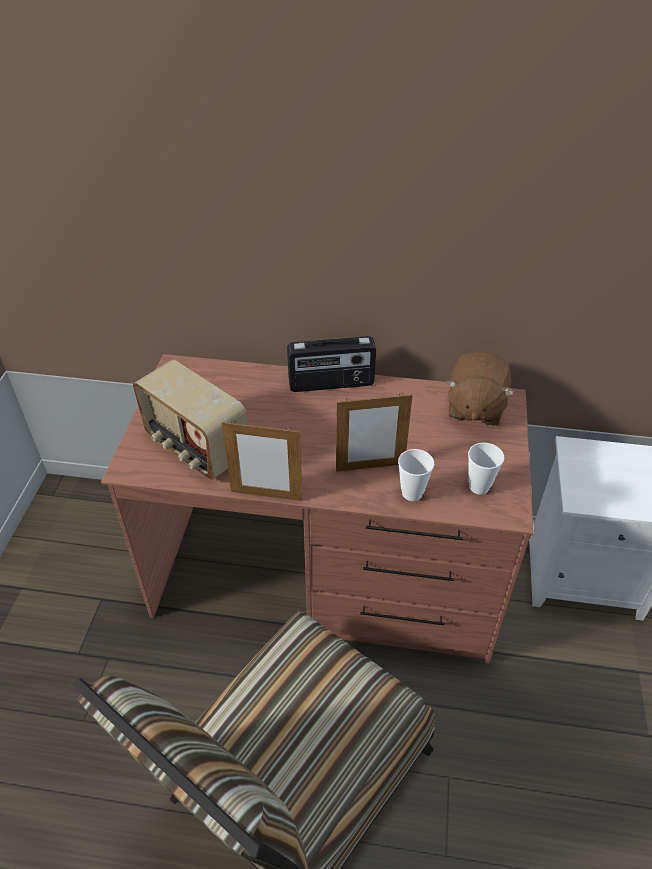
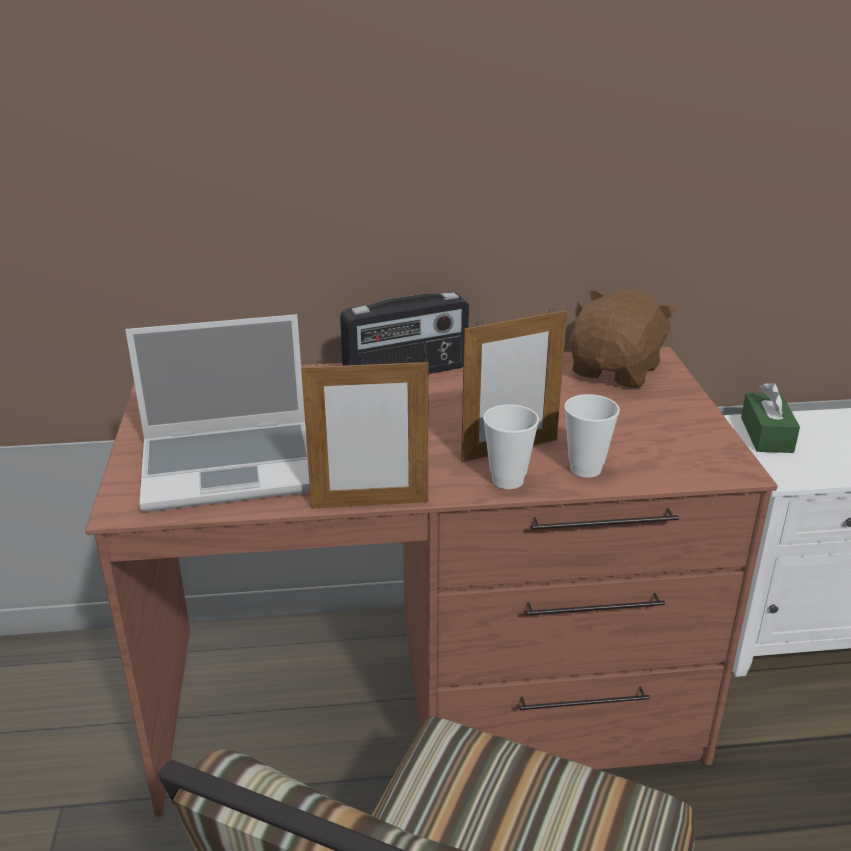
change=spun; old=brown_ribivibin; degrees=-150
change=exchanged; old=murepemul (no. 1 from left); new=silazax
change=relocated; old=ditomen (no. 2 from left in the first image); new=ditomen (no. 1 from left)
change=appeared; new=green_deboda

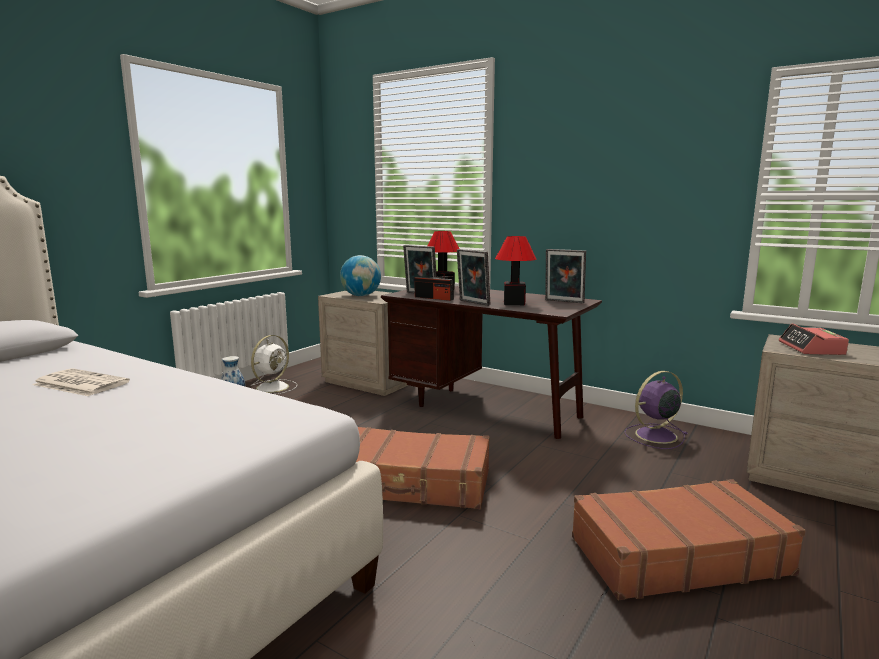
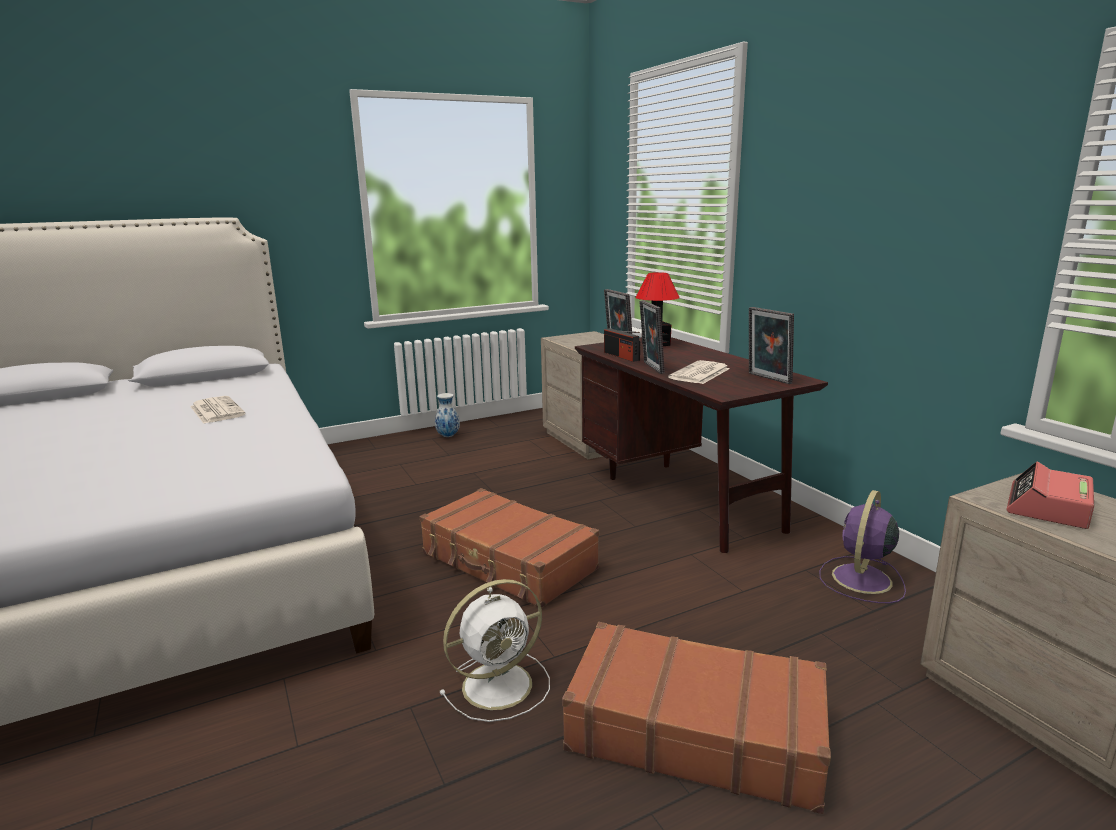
change=exchanged; old=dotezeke (no. 2 from left); new=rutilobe (no. 2 from left)
change=missing; old=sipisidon
change=relocated; old=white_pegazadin
change=spun; old=purple_pegazadin; degrees=-60

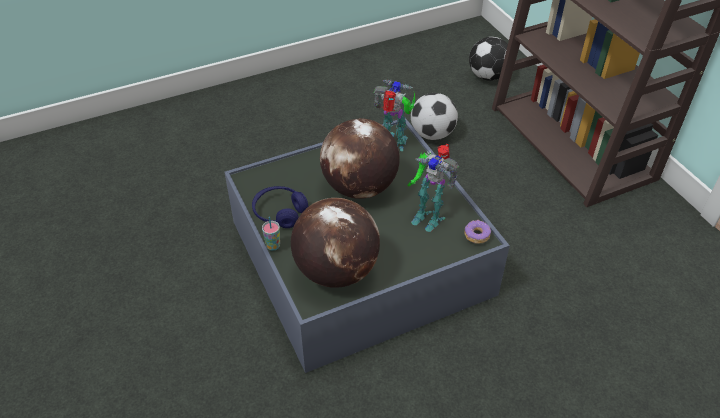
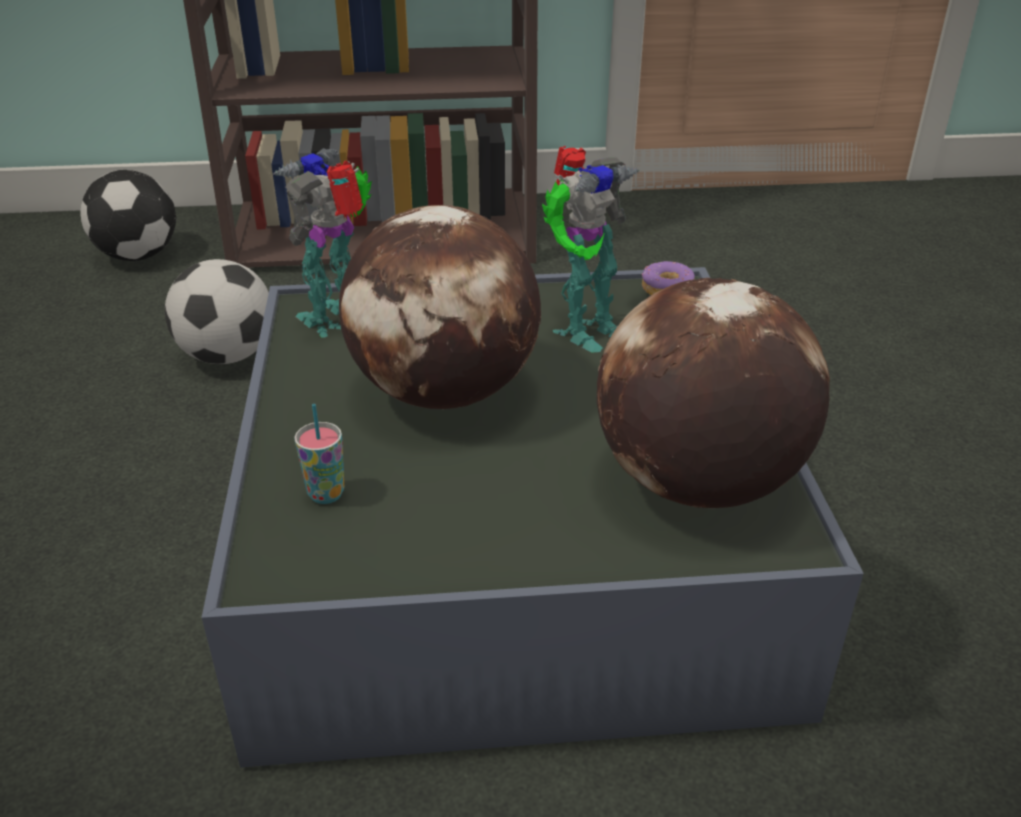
change=missing; old=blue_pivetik
change=relocated; old=ditomen

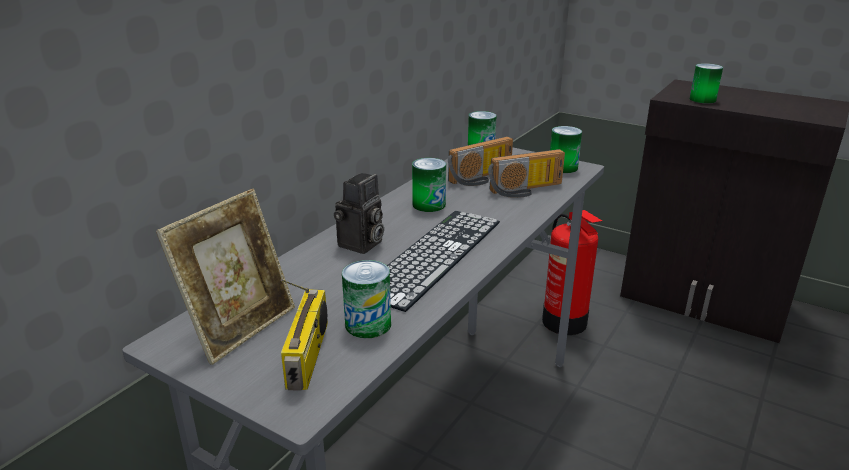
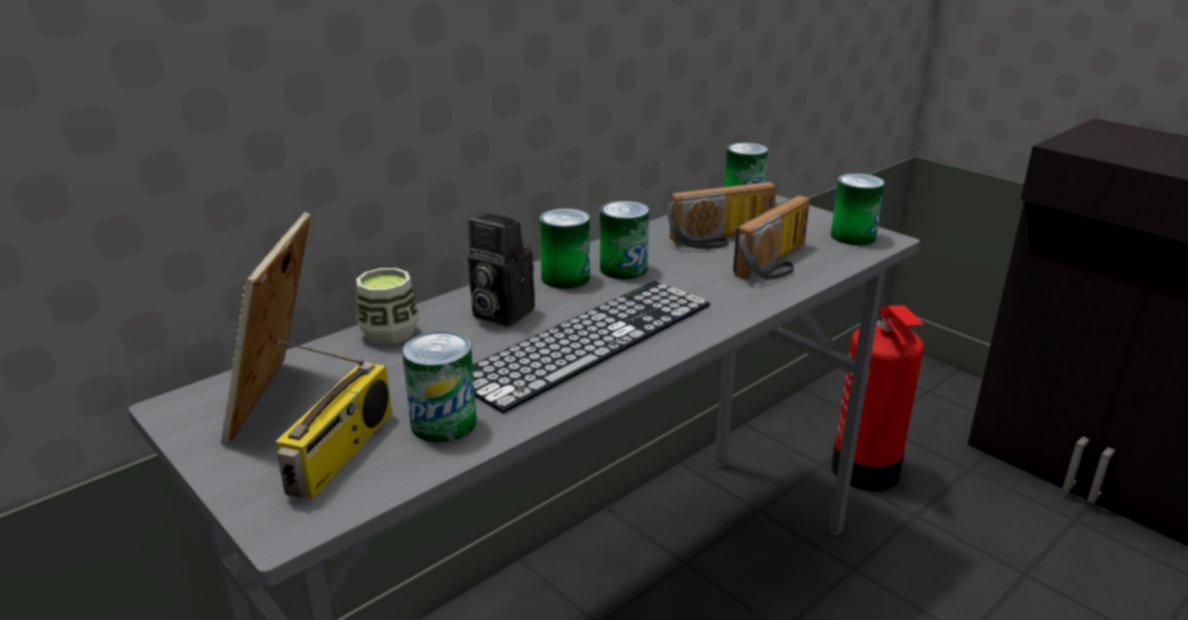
change=relocated; old=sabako (no. 5 from left in the first image); new=sabako (no. 2 from left)
change=spun; old=murepemul (no. 3 from left); degrees=-45
change=spun; old=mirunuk; degrees=75
change=spun; old=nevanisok; degrees=135
change=appeared; new=ditomen

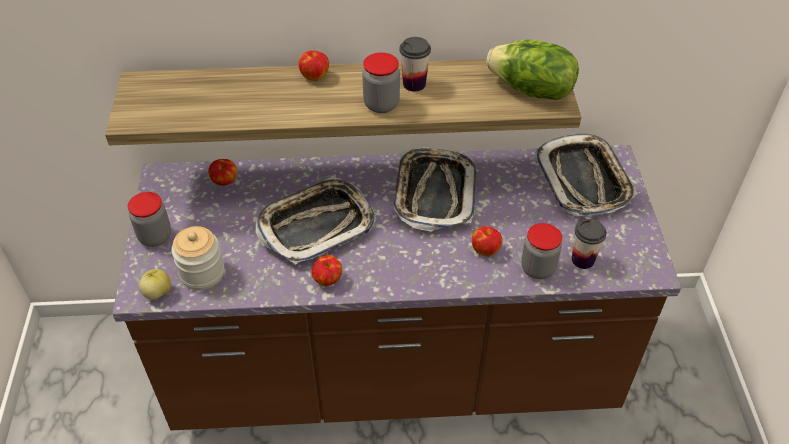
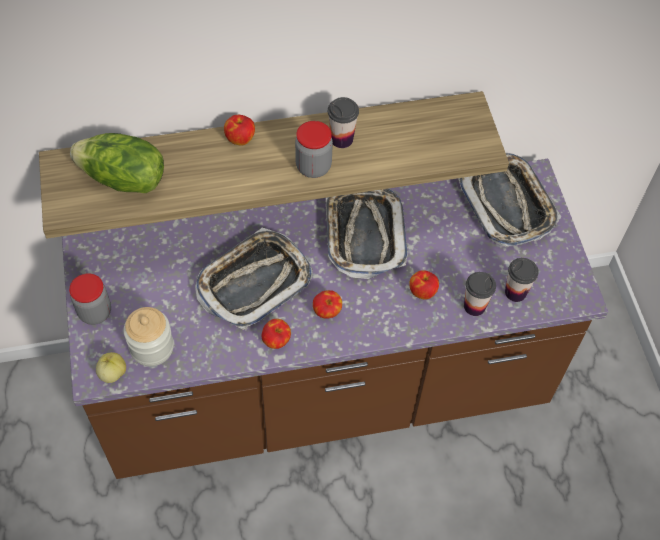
change=relocated; old=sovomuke
change=relocated; old=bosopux (no. 2 from left in the first image); new=bosopux (no. 4 from left)
change=exchanged; old=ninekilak (no. 4 from left); new=ditomen (no. 2 from left)

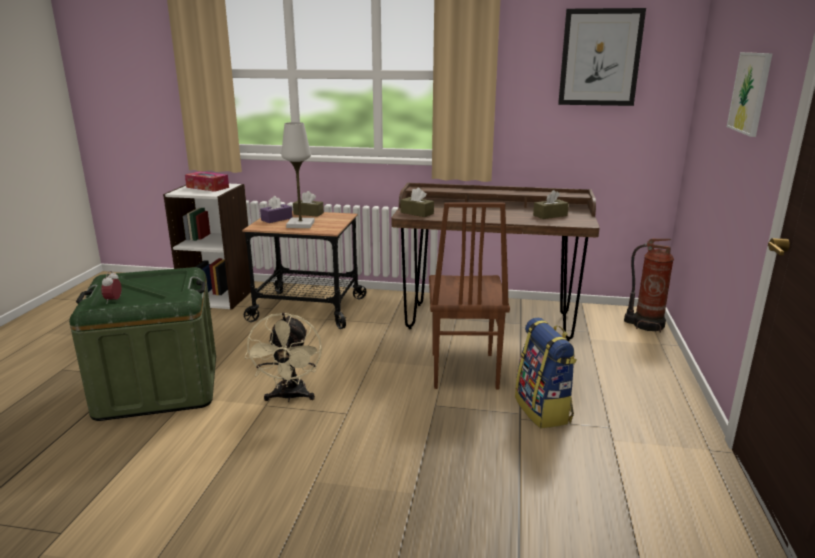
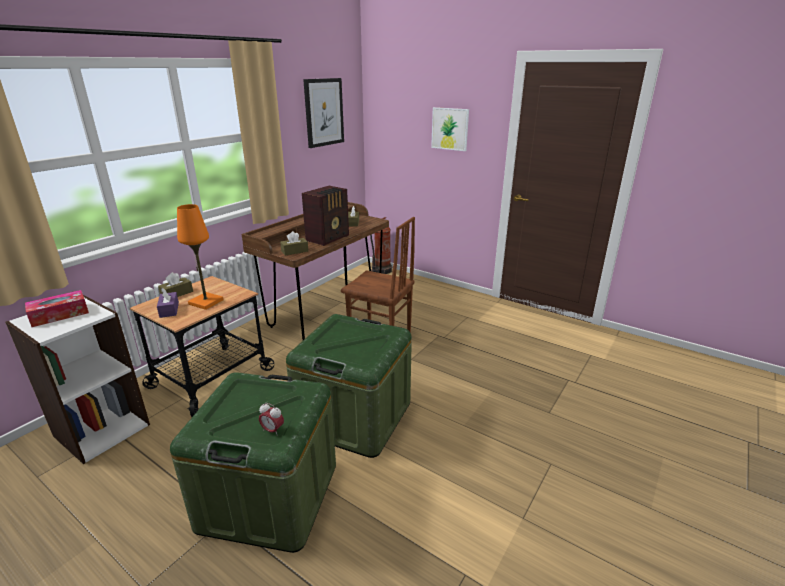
change=colour; old=white_dotezeke; new=orange_dotezeke
change=exchanged; old=beige_pegazadin; new=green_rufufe (no. 2 from left)
change=missing; old=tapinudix
change=appeared; new=murepemul

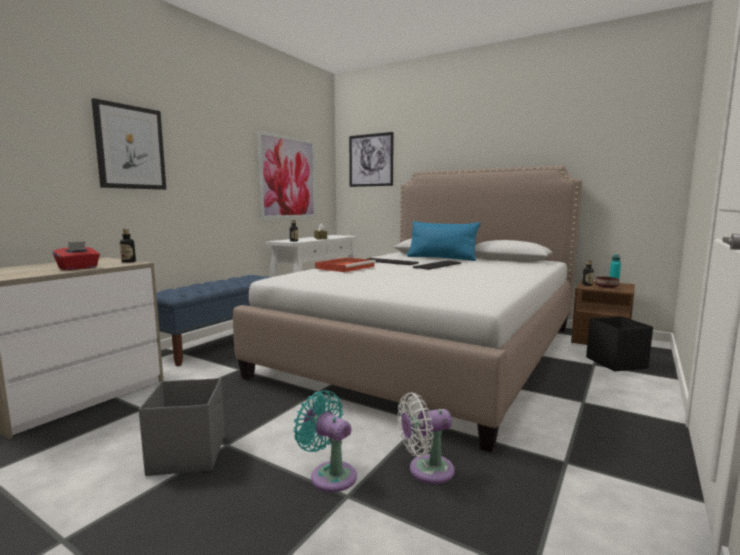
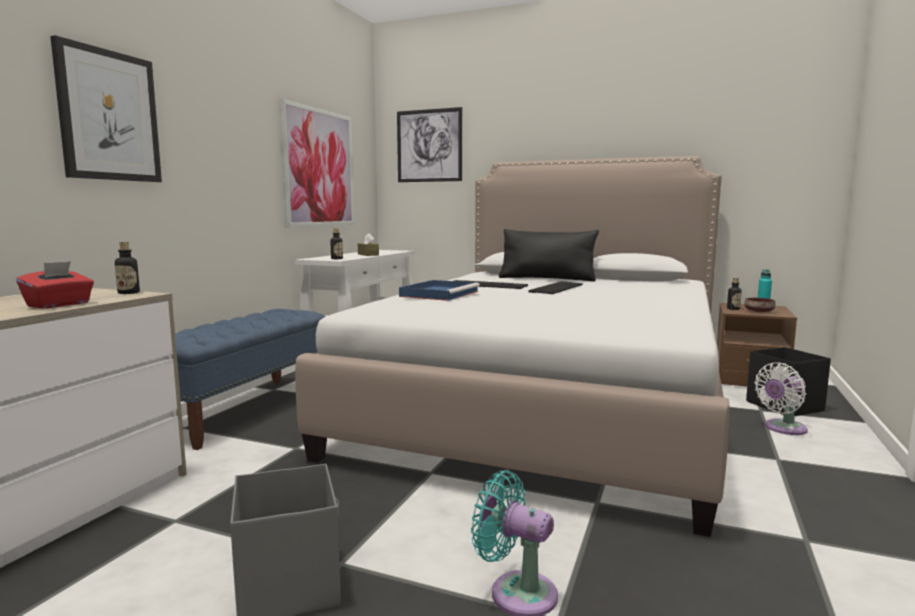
change=colour; old=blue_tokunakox; new=black_tokunakox
change=colour; old=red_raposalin; new=blue_raposalin
change=relocated; old=white_pegazadin

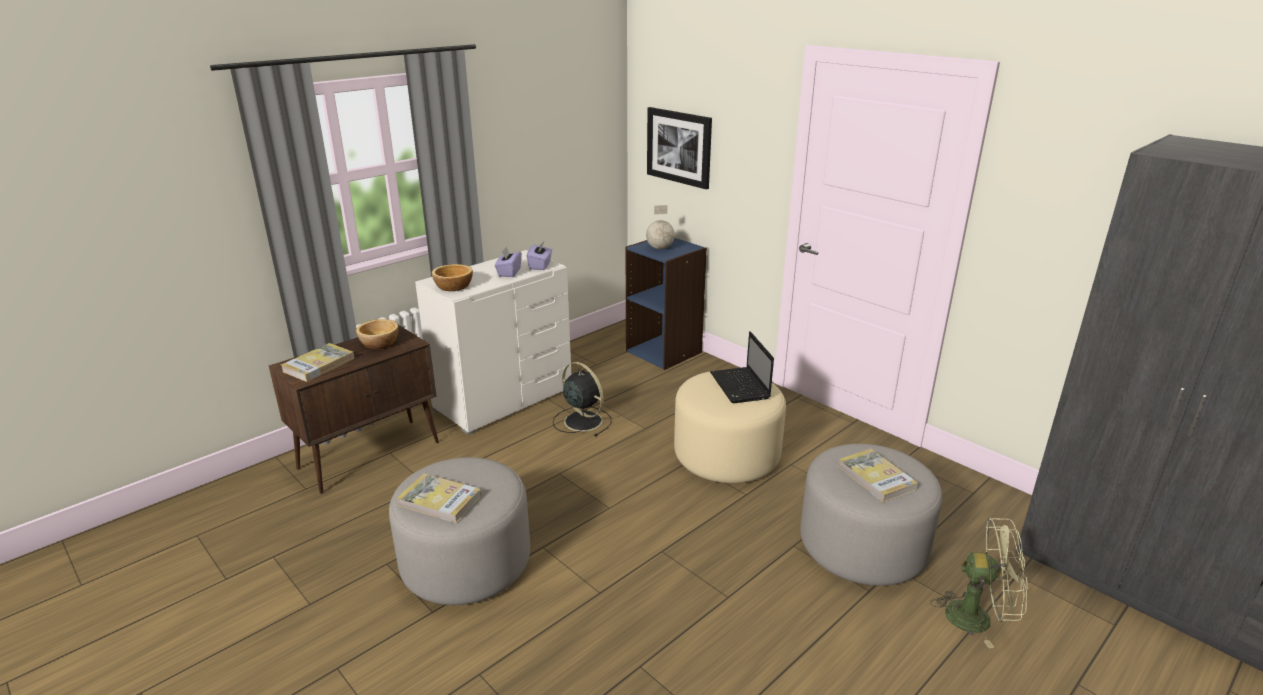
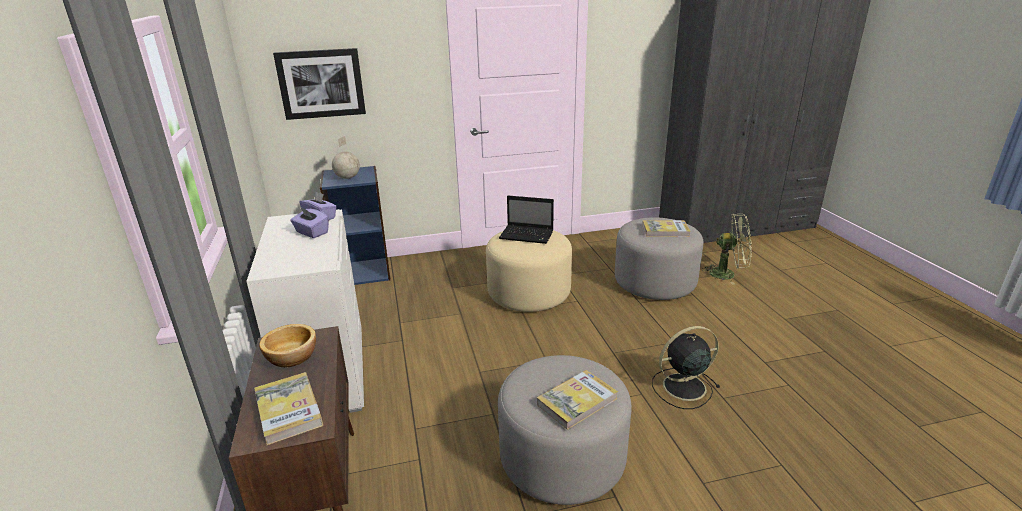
change=missing; old=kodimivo (no. 2 from left)
change=relocated; old=black_pegazadin
change=spun; old=green_pegazadin; degrees=60

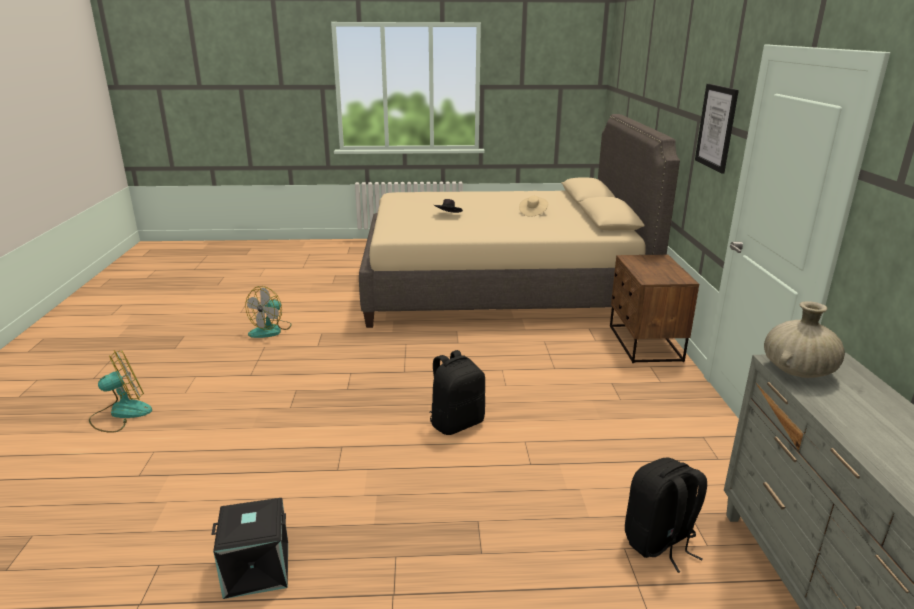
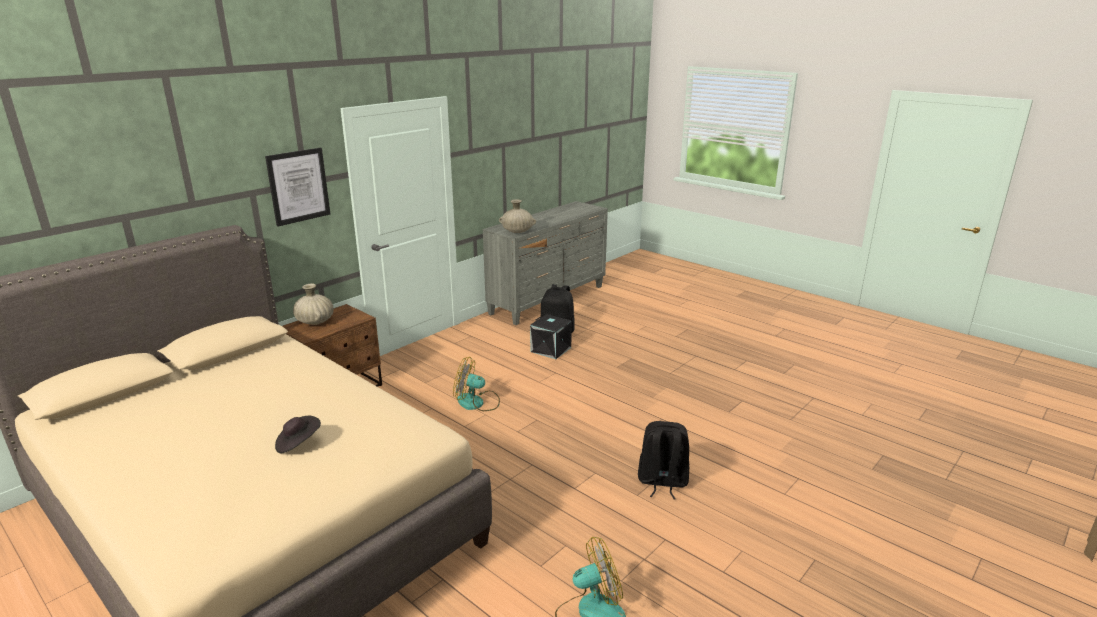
change=missing; old=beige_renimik
change=relocated; old=pegazadin (no. 1 from left)
change=relocated; old=black_tapinudix (no. 1 from left in the first image); new=black_tapinudix (no. 2 from left)
change=relocated; old=black_rufufe
change=appeared; new=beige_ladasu (no. 1 from left)

